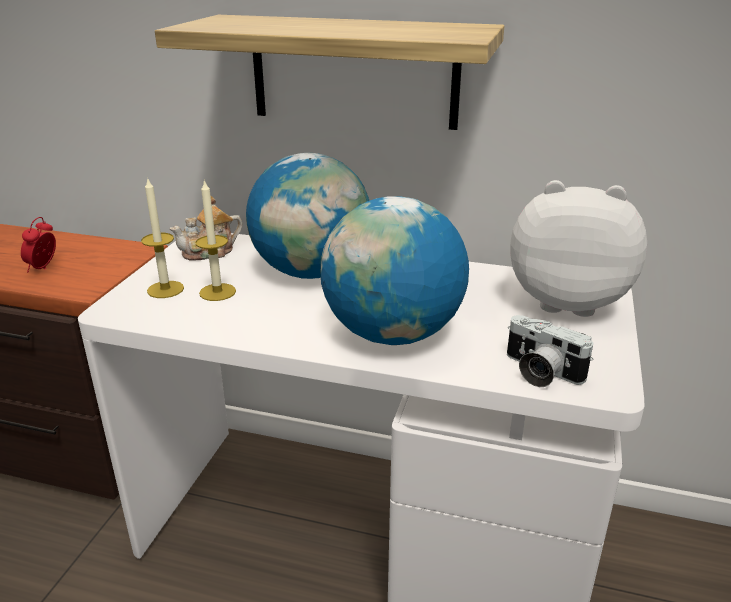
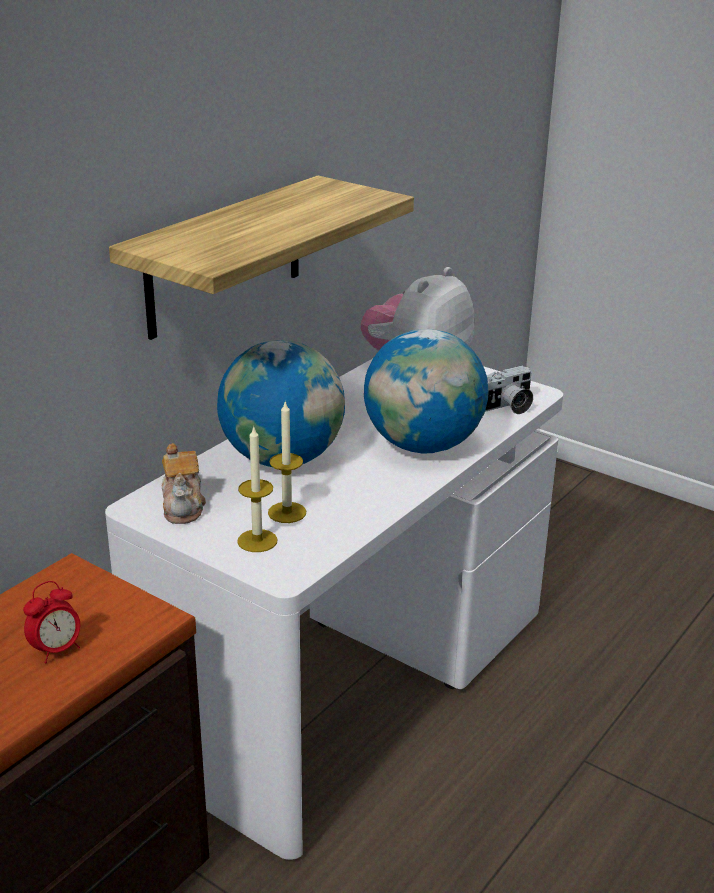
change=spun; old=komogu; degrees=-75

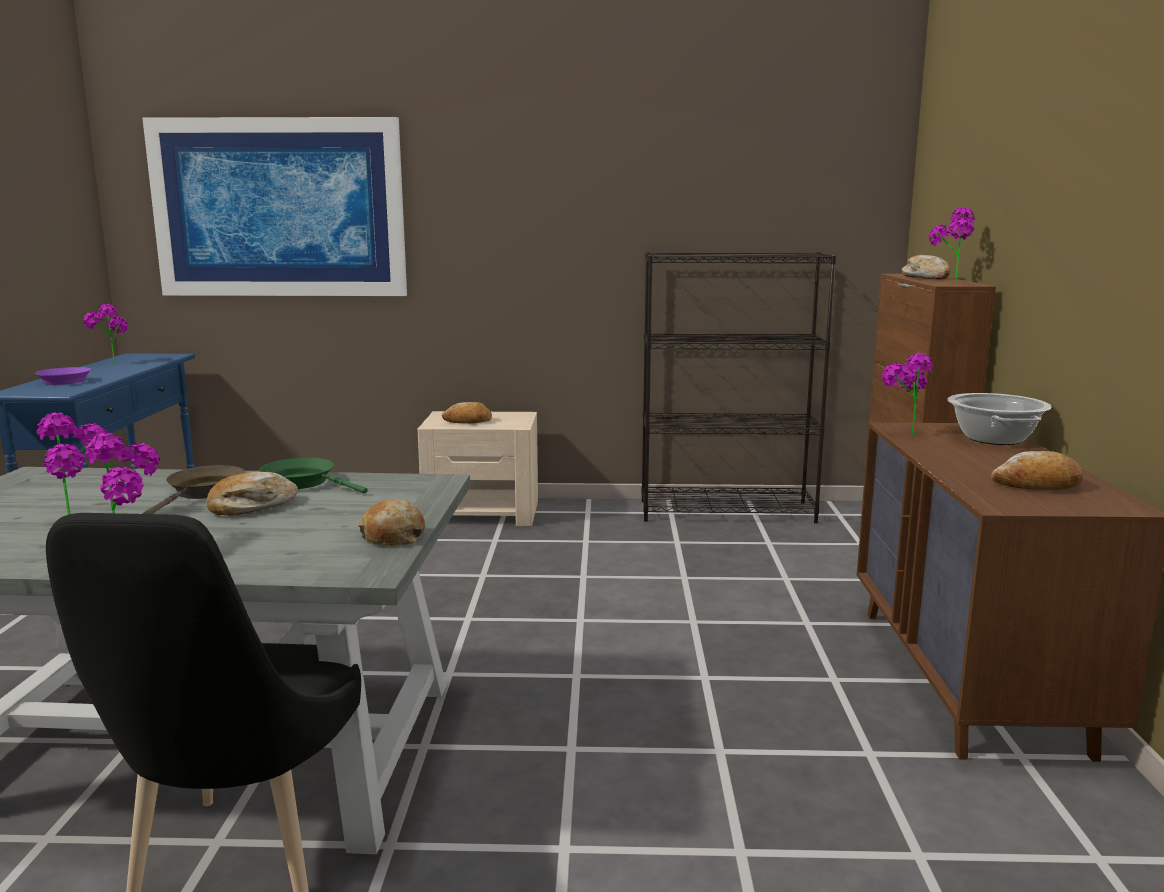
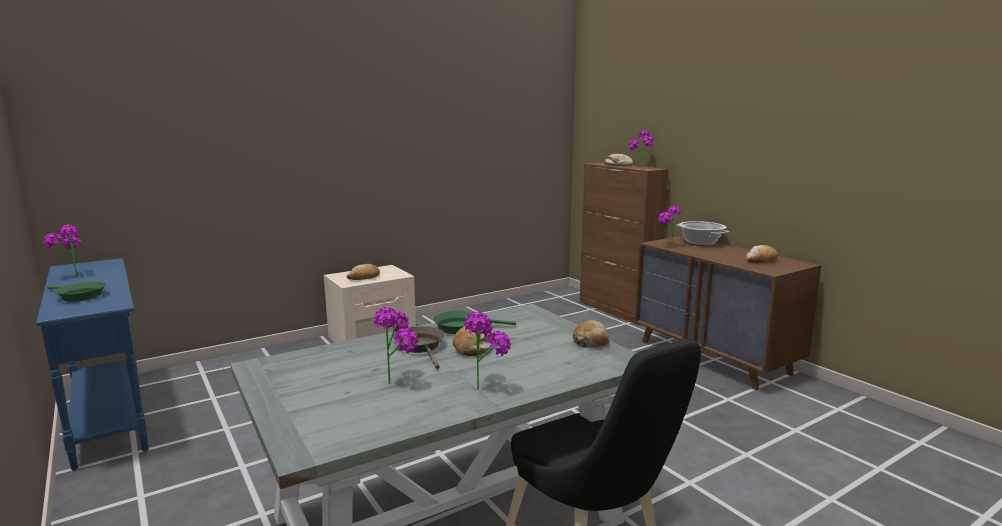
change=missing; old=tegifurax
change=missing; old=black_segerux
change=colour; old=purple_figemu; new=green_figemu (no. 1 from left)

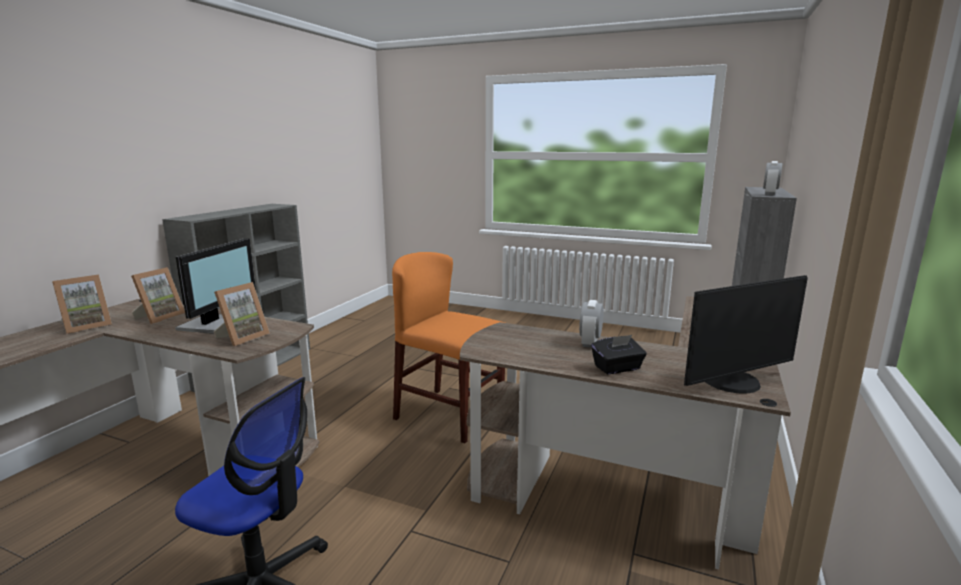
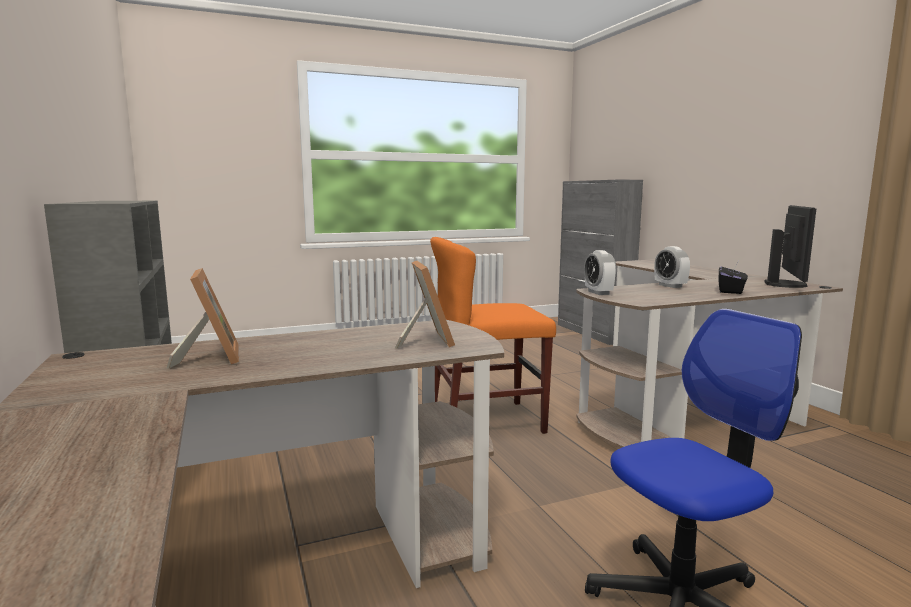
change=relocated; old=komogu (no. 2 from left in the first image); new=komogu (no. 1 from left)
change=missing; old=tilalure (no. 1 from left)
change=missing; old=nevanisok (no. 1 from left)

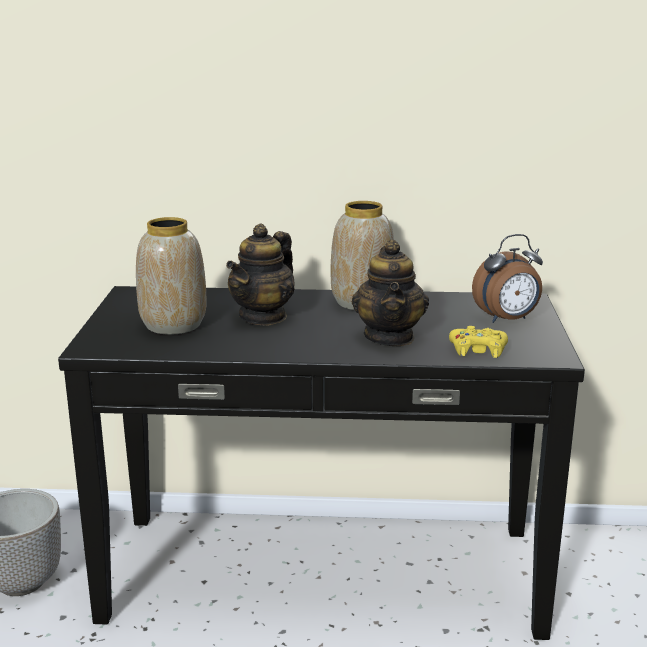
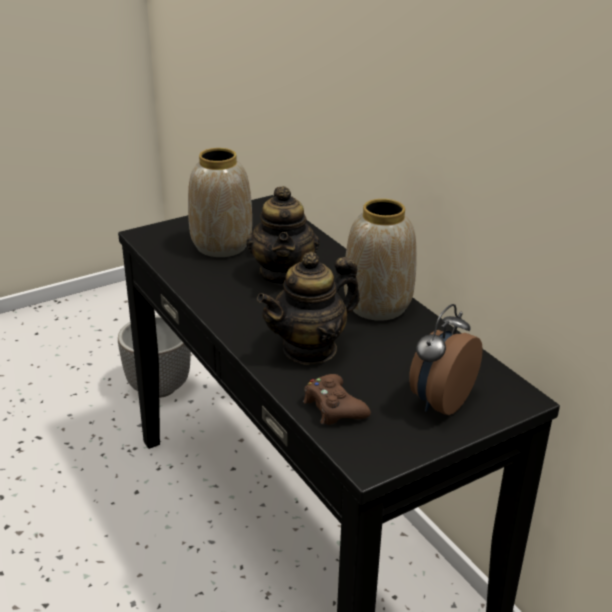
change=spun; old=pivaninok (no. 1 from left); degrees=-90
change=spun; old=komogu; degrees=90
change=colour; old=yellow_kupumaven; new=brown_kupumaven

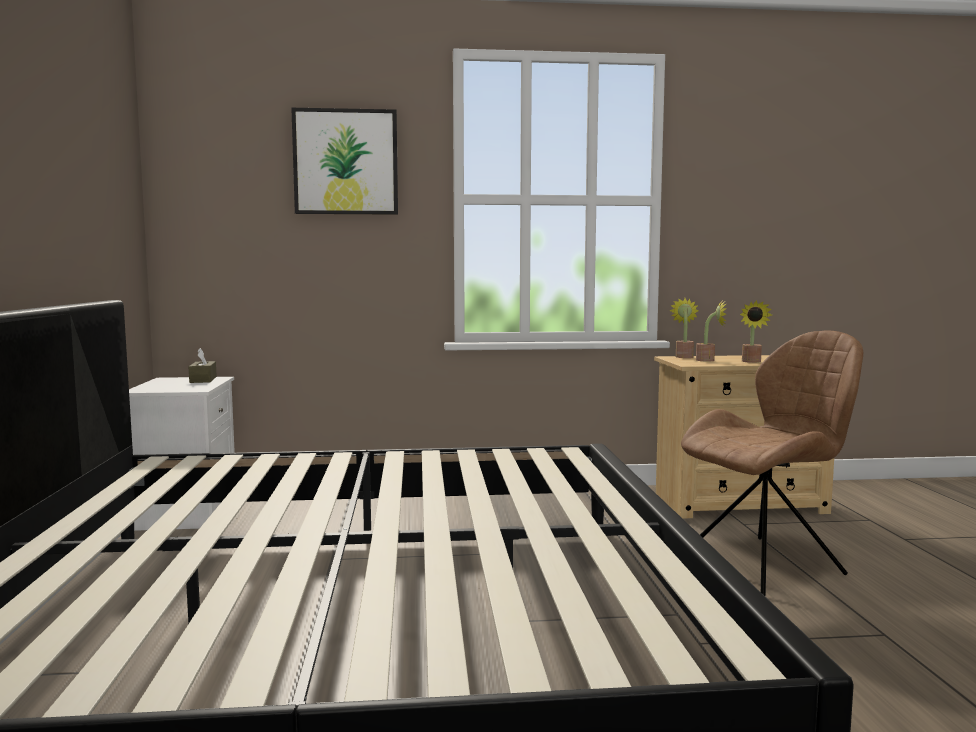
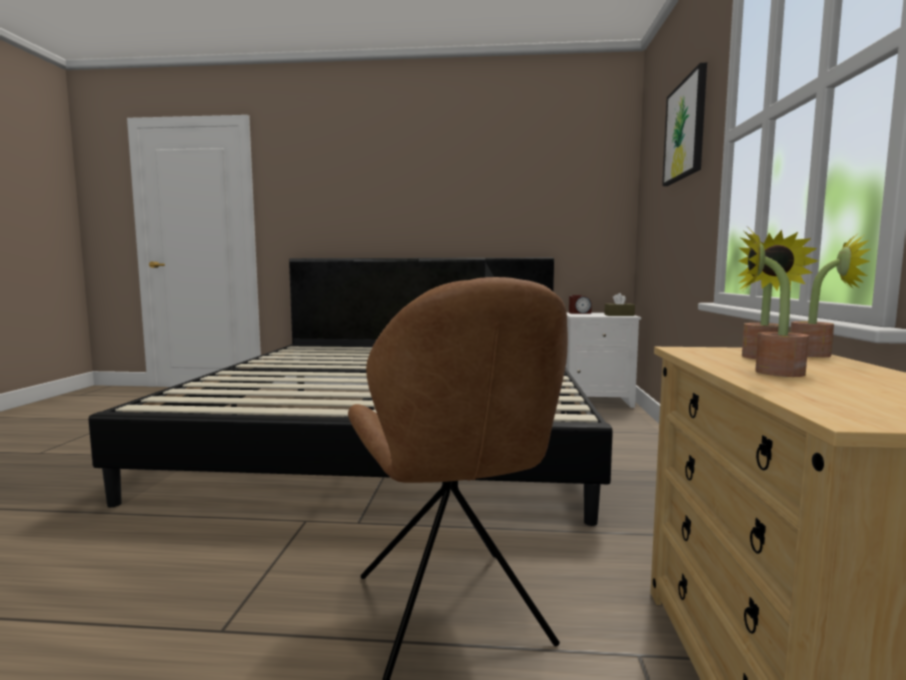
change=appeared; new=komogu

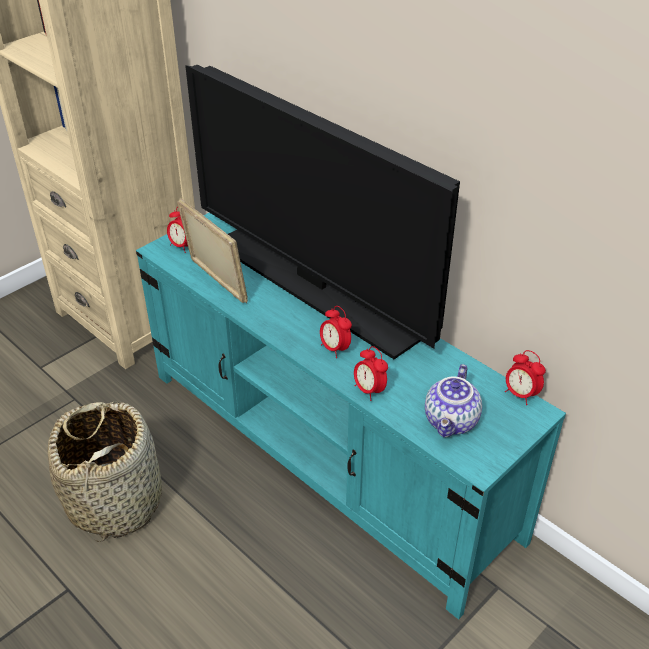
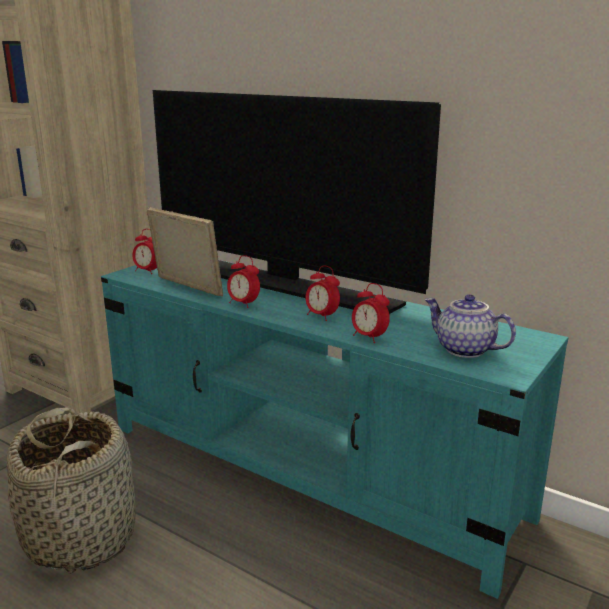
change=relocated; old=komogu (no. 4 from left in the first image); new=komogu (no. 2 from left)
change=spun; old=pivaninok; degrees=120

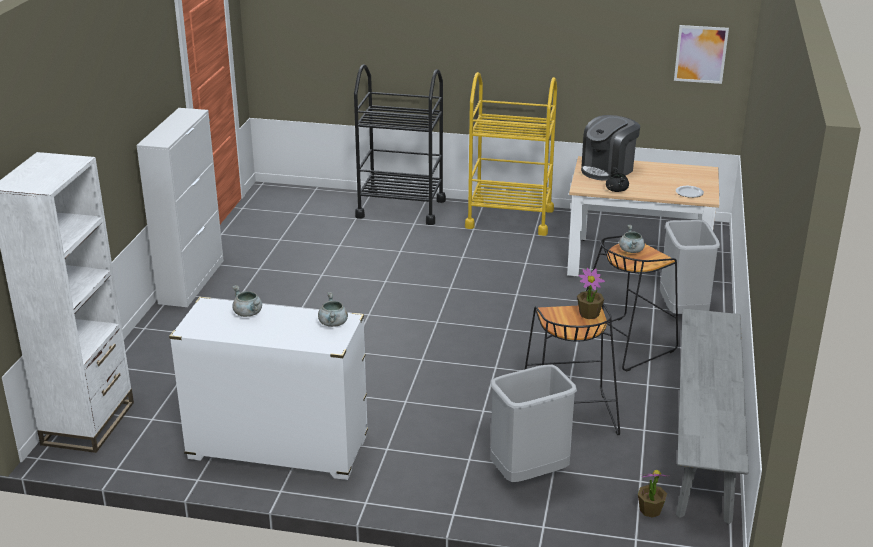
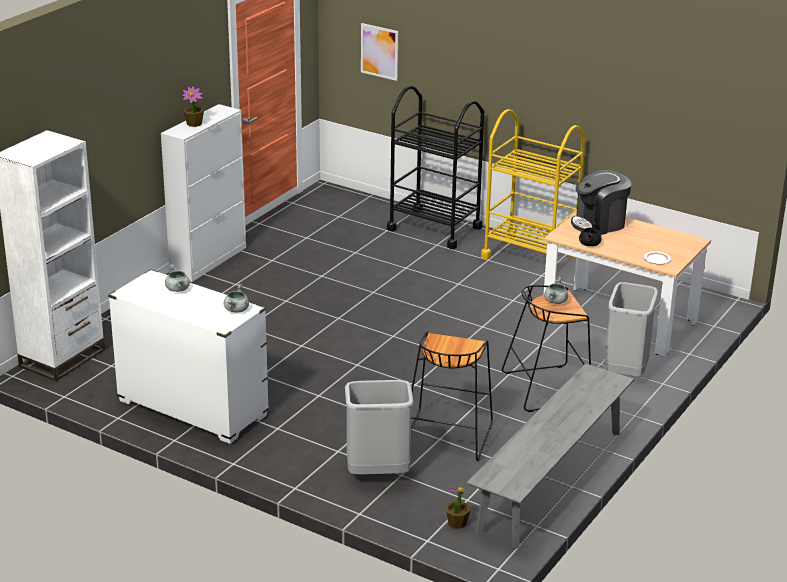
change=relocated; old=tegifurax
change=relocated; old=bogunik (no. 1 from left)

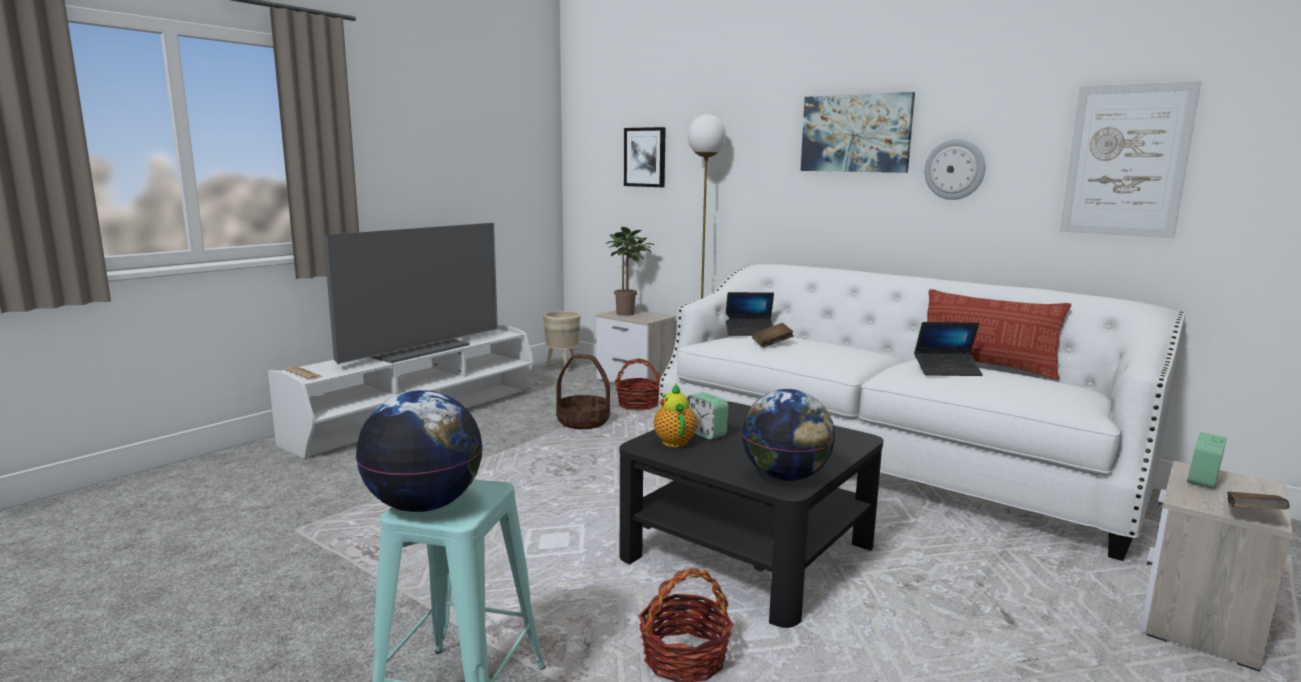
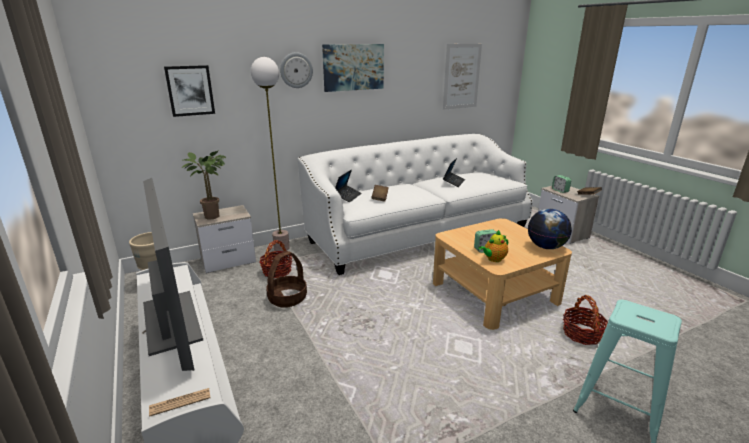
change=relocated; old=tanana
change=missing; old=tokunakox
change=spun; old=pivaninok; degrees=-45
change=missing; old=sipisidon (no. 1 from left)
change=colour; old=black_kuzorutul; new=beige_kuzorutul

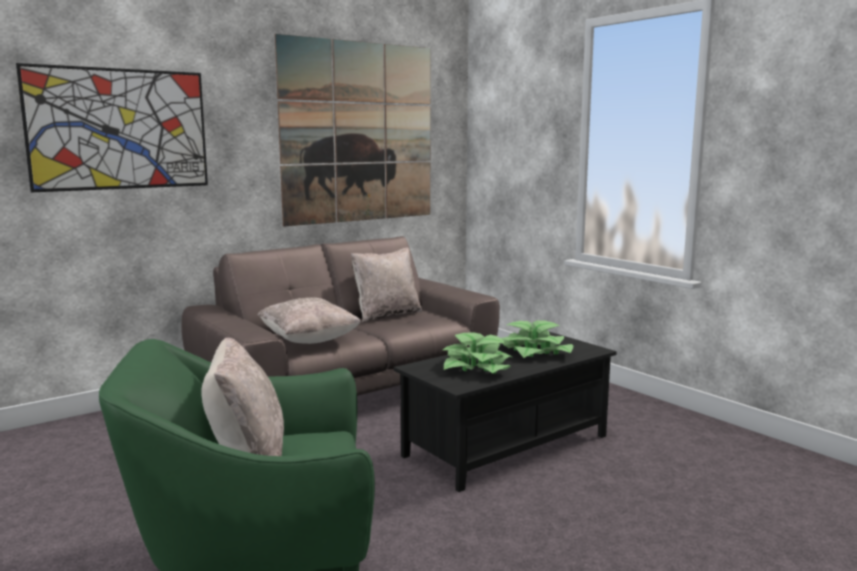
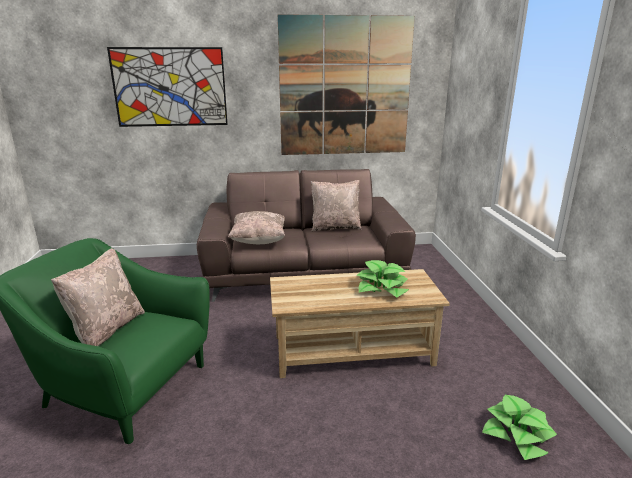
change=colour; old=black_kuzorutul; new=beige_kuzorutul
change=relocated; old=bogunik (no. 1 from left in the first image); new=bogunik (no. 2 from left)

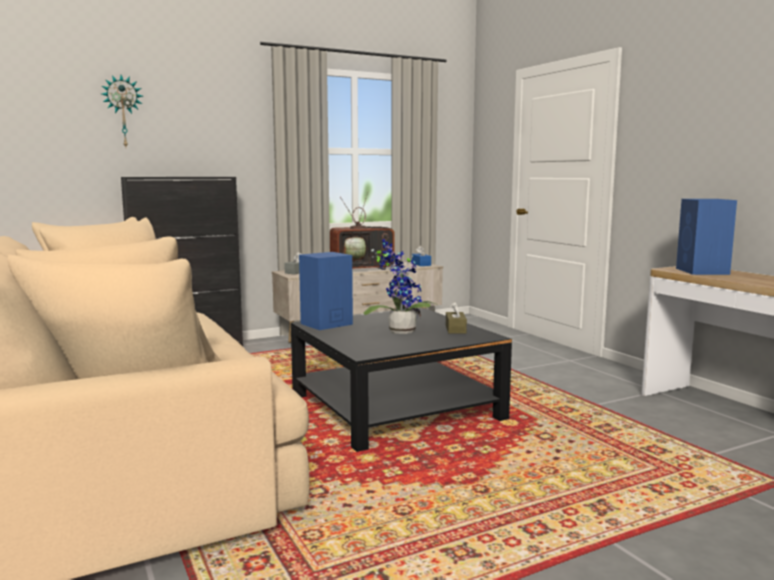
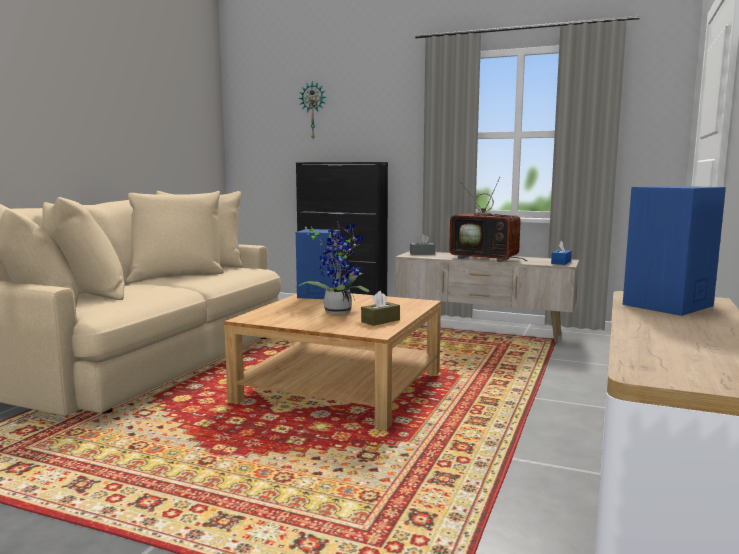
change=colour; old=black_kuzorutul; new=beige_kuzorutul

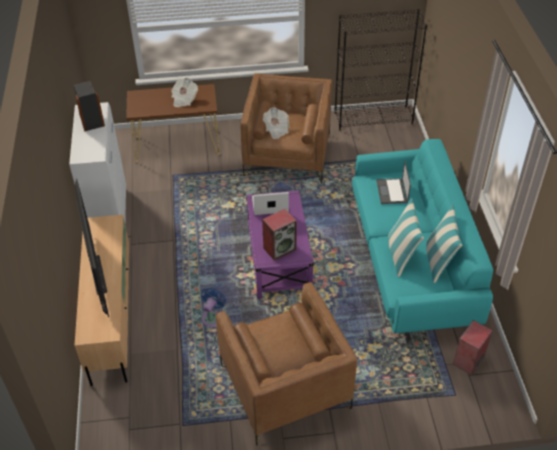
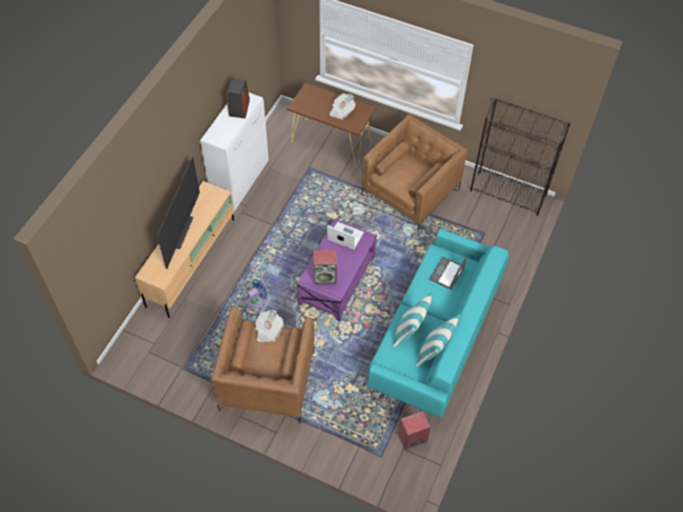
change=relocated; old=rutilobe (no. 2 from left in the first image); new=rutilobe (no. 1 from left)

